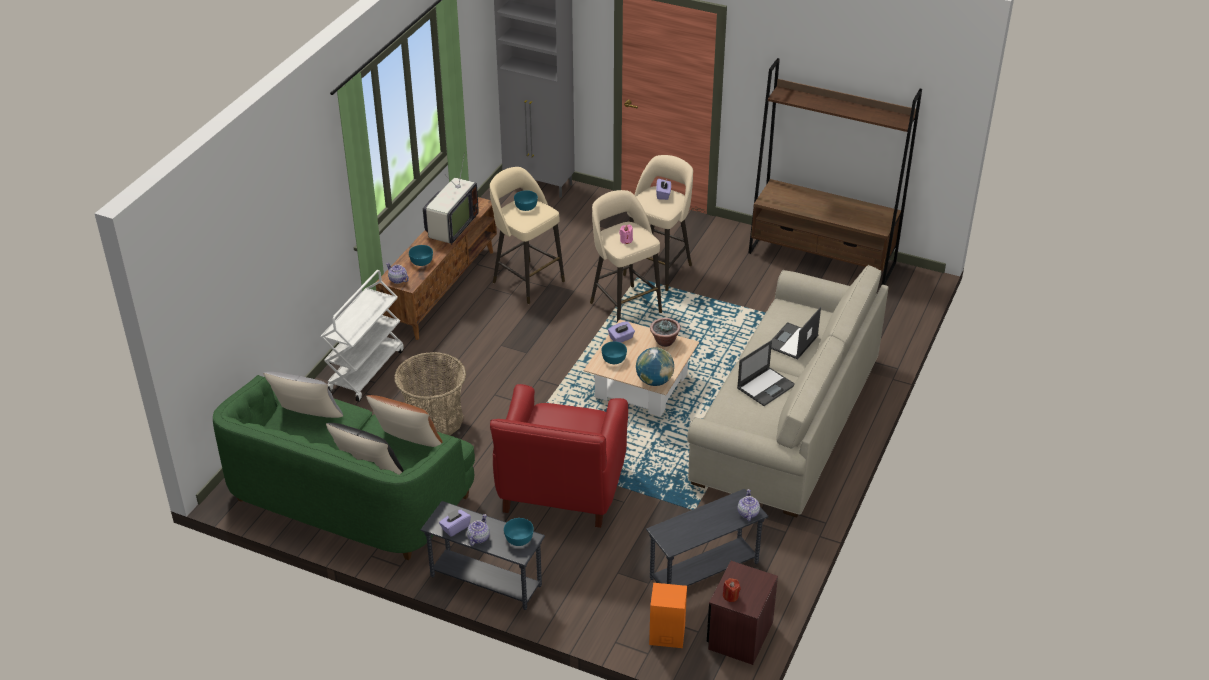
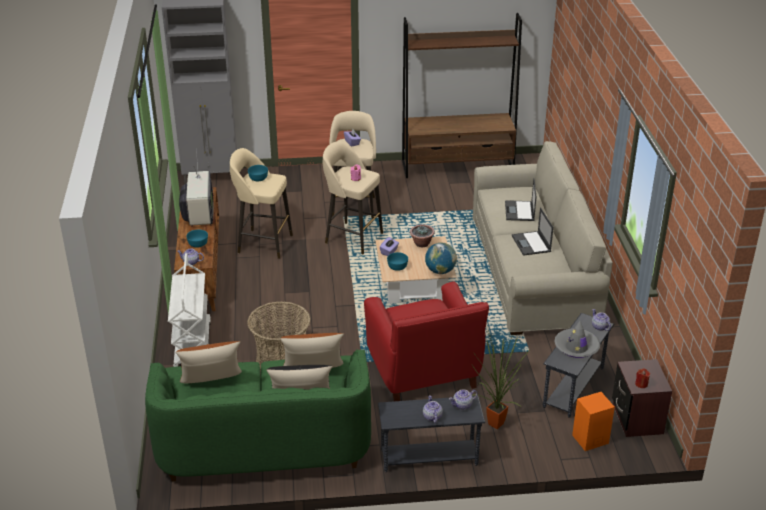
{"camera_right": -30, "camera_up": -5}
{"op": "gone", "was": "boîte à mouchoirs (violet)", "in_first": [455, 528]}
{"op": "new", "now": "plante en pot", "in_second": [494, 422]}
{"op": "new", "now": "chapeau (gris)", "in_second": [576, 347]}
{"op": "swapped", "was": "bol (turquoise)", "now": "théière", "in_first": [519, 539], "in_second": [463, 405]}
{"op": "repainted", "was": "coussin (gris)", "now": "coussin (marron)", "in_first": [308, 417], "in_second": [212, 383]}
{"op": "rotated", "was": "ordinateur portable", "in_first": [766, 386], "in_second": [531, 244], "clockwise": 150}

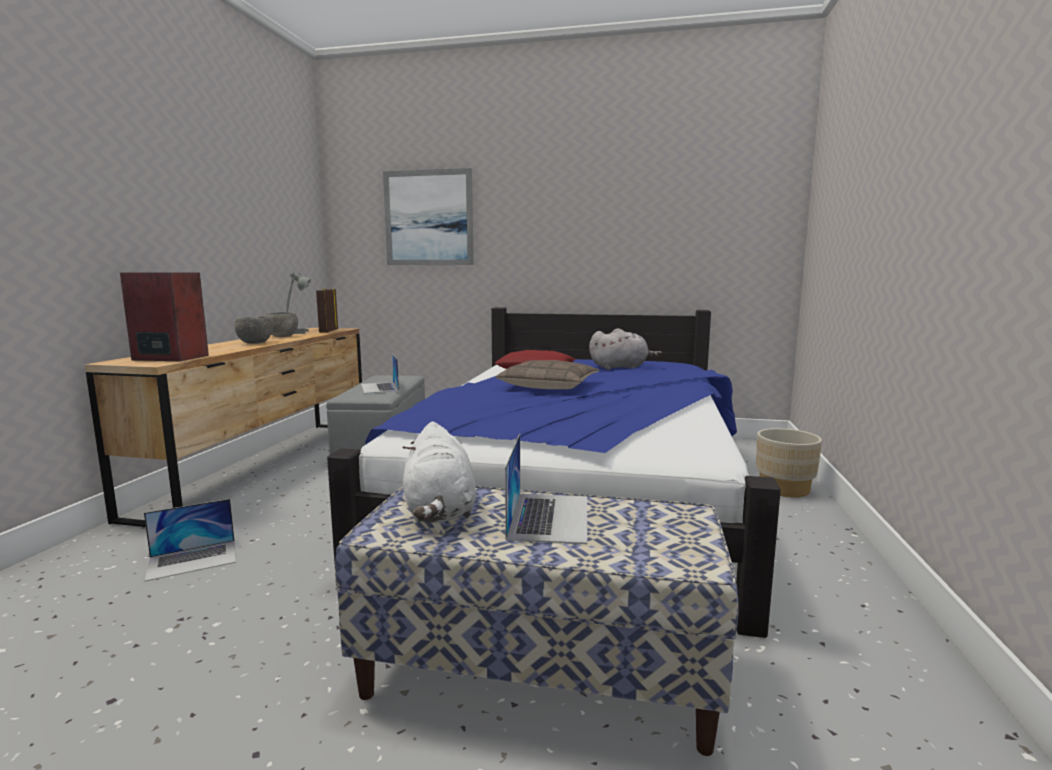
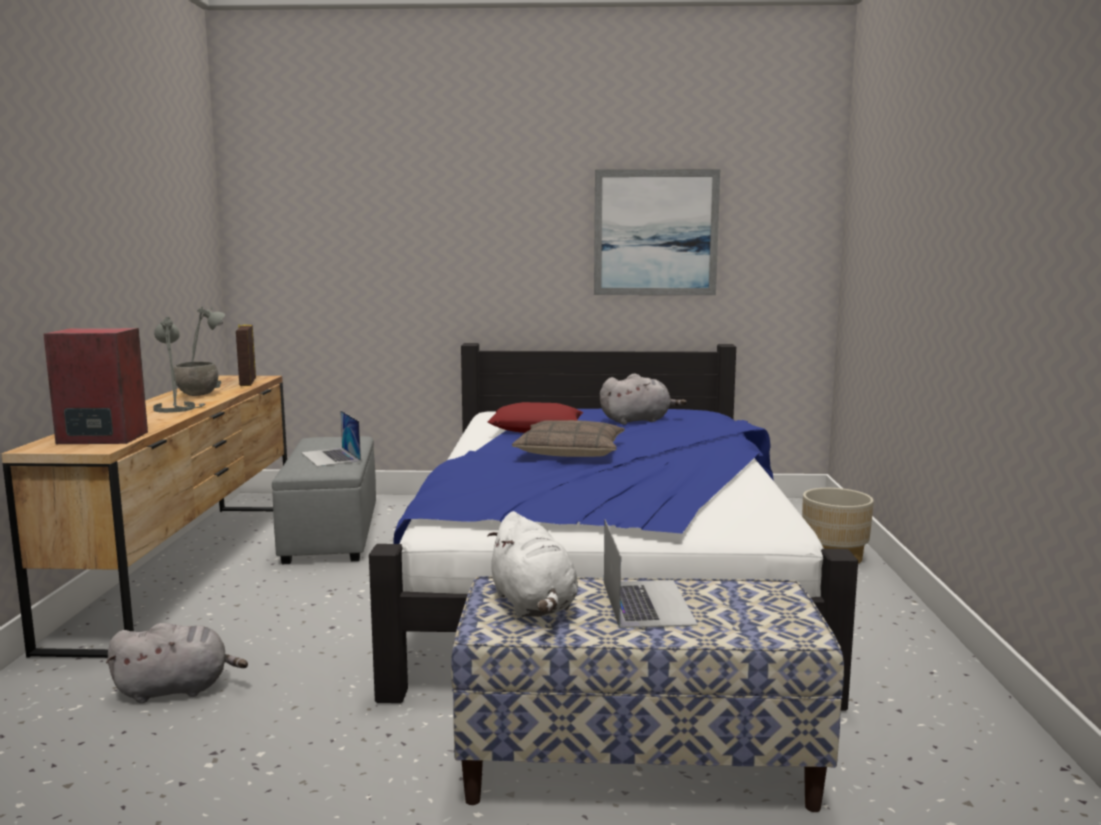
{"camera_right": -10, "camera_up": 0}
{"op": "shifted", "was": "tableau", "in_first": [428, 218], "in_second": [655, 233]}
{"op": "swapped", "was": "ordinateur portable", "now": "peluche (gris)", "in_first": [193, 559], "in_second": [177, 689]}
{"op": "swapped", "was": "bol (gris)", "now": "lampe de table (gris)", "in_first": [255, 343], "in_second": [177, 408]}

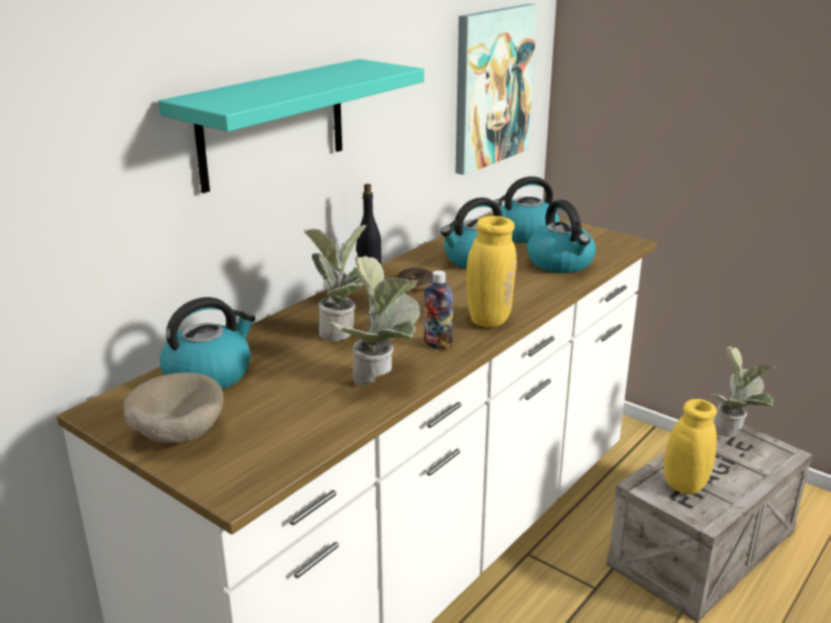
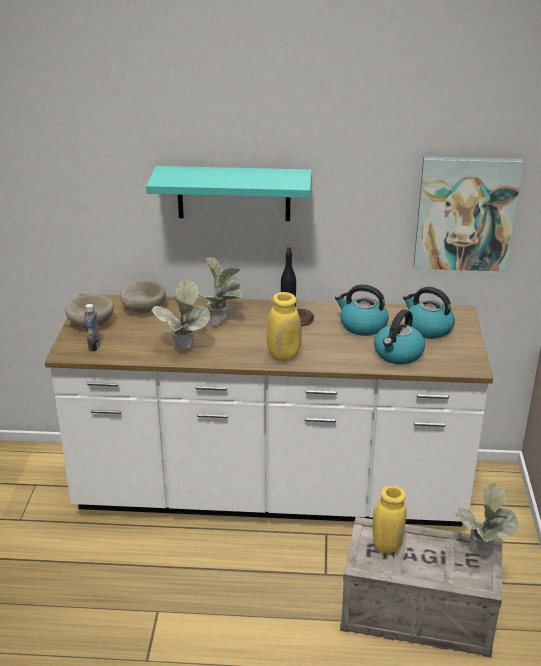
{"camera_right": 55, "camera_up": 5}
{"op": "shifted", "was": "bouteille", "in_first": [438, 344], "in_second": [94, 347]}
{"op": "swapped", "was": "bouilloire", "now": "bol (beige)", "in_first": [209, 374], "in_second": [143, 309]}

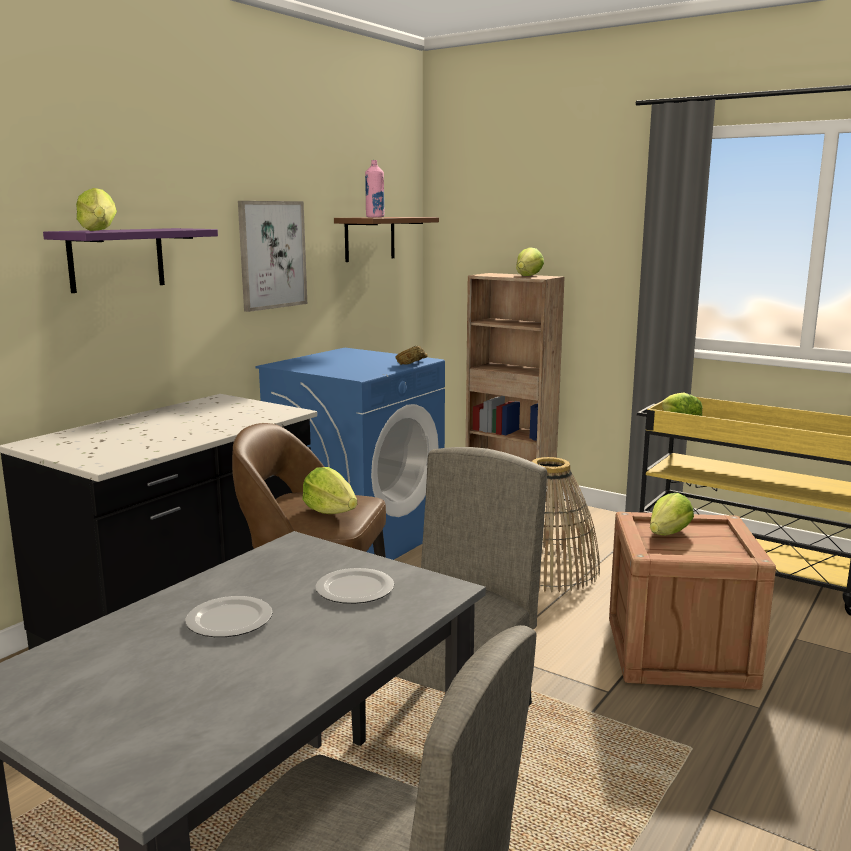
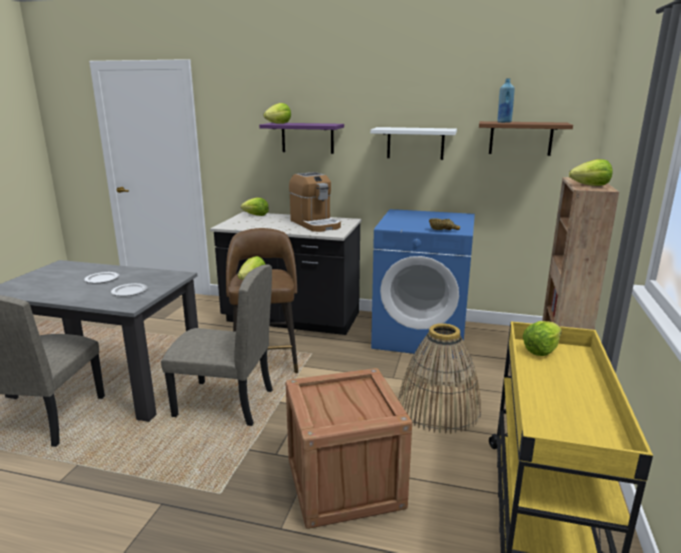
{"camera_right": 70, "camera_up": 5}
{"op": "new", "now": "machine à café", "in_second": [315, 224]}
{"op": "shifted", "was": "laitue", "in_first": [668, 534], "in_second": [256, 215]}
{"op": "swapped", "was": "tableau", "now": "étagère (blanc)", "in_first": [272, 255], "in_second": [415, 143]}
{"op": "repainted", "was": "bouteille (rose)", "now": "bouteille (bleu)", "in_first": [375, 217], "in_second": [504, 122]}

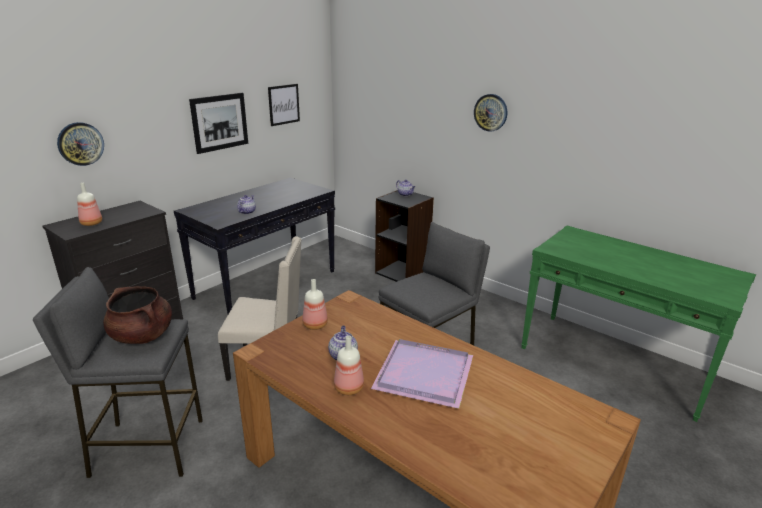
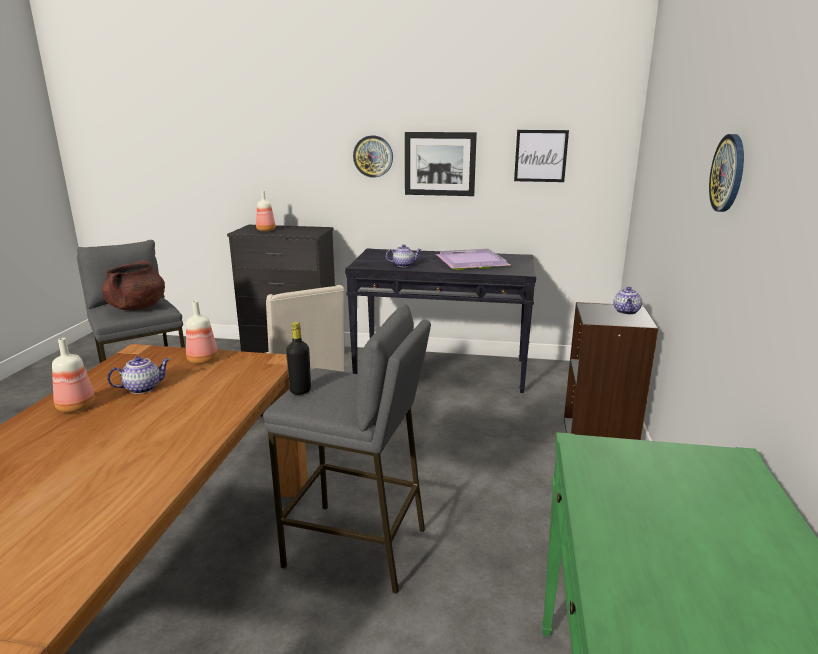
{"camera_right": 60, "camera_up": -5}
{"op": "new", "now": "bouteille (noir)", "in_second": [300, 390]}
{"op": "shifted", "was": "horloge murale", "in_first": [80, 144], "in_second": [373, 156]}
{"op": "shifted", "was": "plateau (violet)", "in_first": [425, 375], "in_second": [471, 262]}

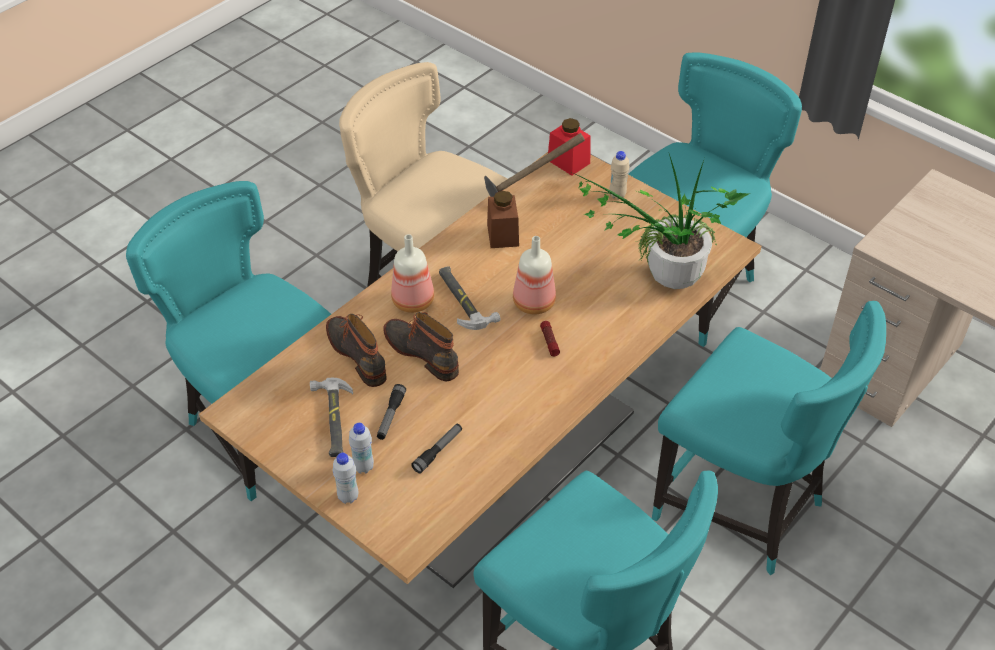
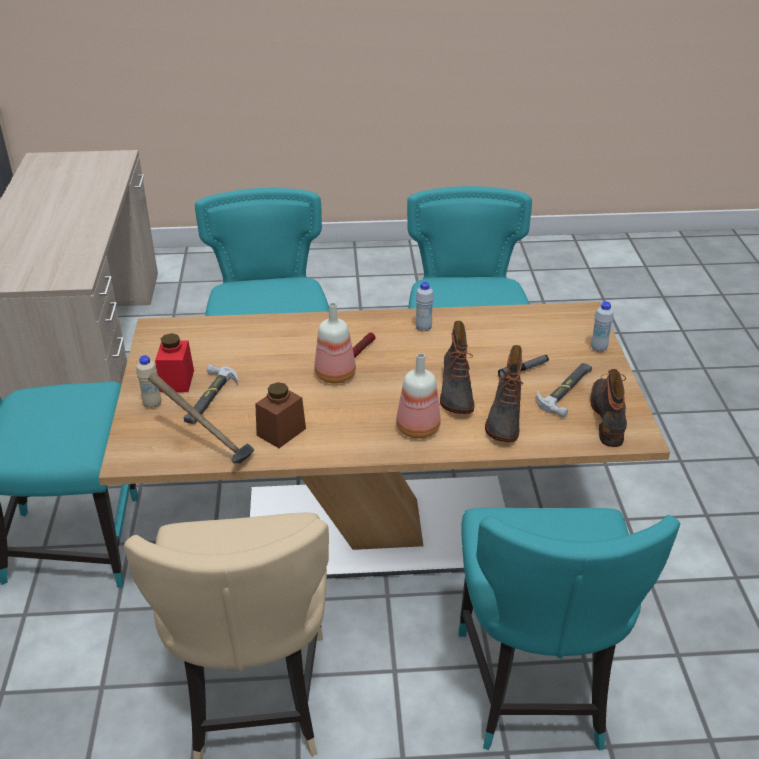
{"camera_right": -135, "camera_up": -10}
{"op": "gone", "was": "lampe de poche", "in_first": [438, 451]}
{"op": "gone", "was": "plante en pot", "in_first": [662, 280]}
{"op": "new", "now": "botte", "in_second": [609, 417]}
{"op": "shifted", "was": "bouteille (blanc)", "in_first": [363, 467], "in_second": [423, 328]}
{"op": "shifted", "was": "marteau", "in_first": [463, 300], "in_second": [208, 398]}
{"op": "shifted", "was": "bocal (rouge)", "in_first": [568, 161], "in_second": [176, 381]}

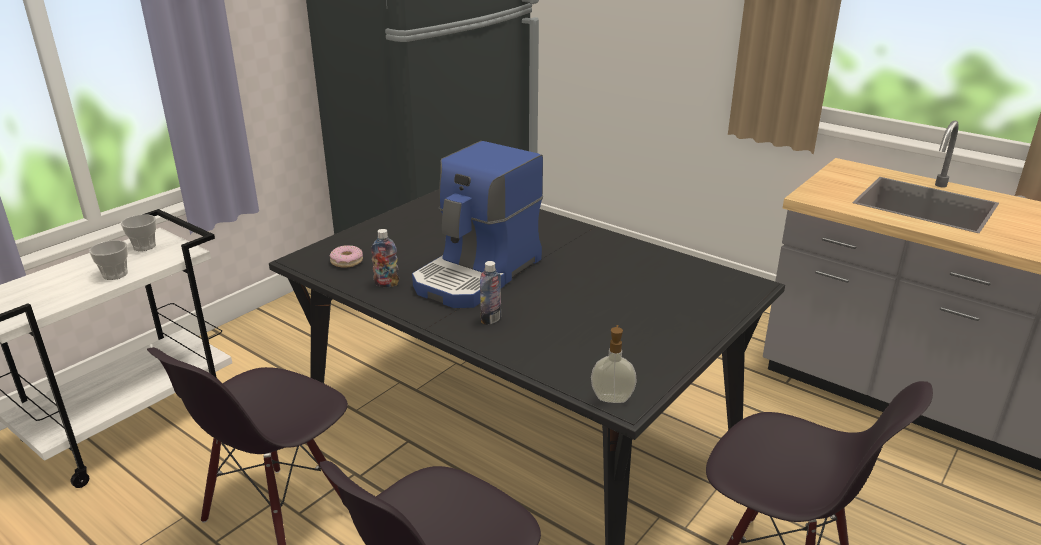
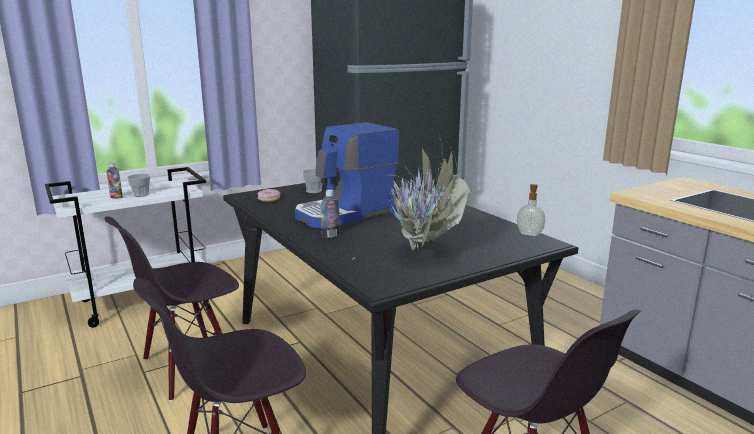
{"camera_right": 20, "camera_up": -10}
{"op": "new", "now": "plante en pot", "in_second": [423, 254]}
{"op": "shifted", "was": "tasse", "in_first": [144, 246], "in_second": [314, 191]}
{"op": "shifted", "was": "bouteille", "in_first": [386, 284], "in_second": [116, 197]}
{"op": "shifted", "was": "distributeur de savon", "in_first": [612, 398], "in_second": [529, 234]}

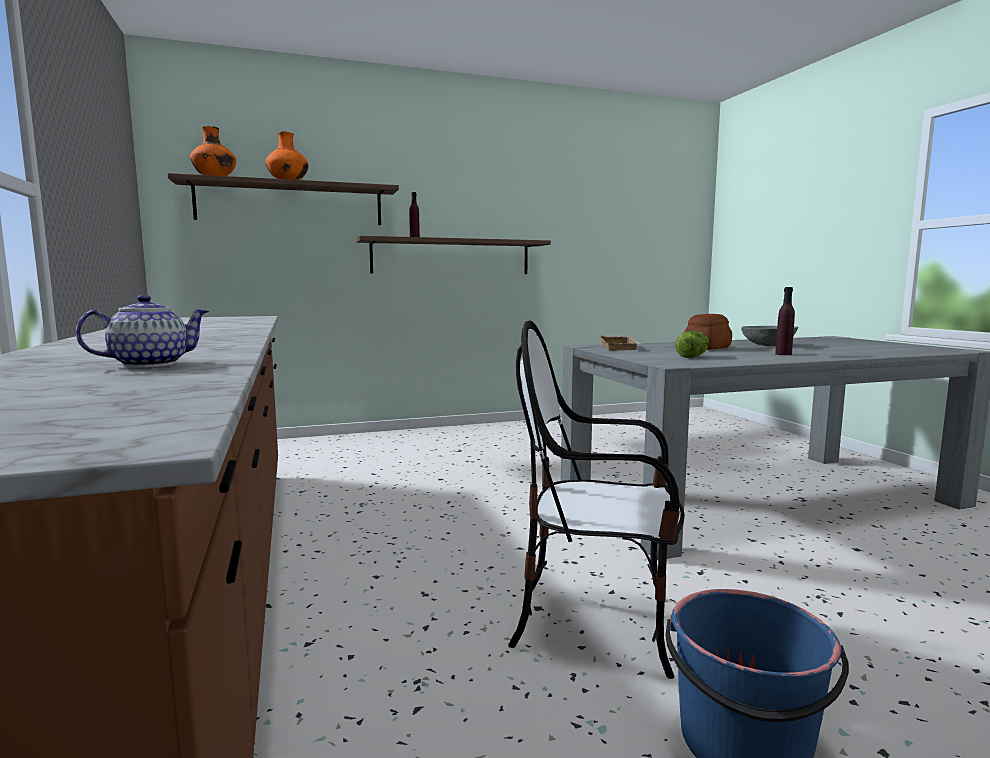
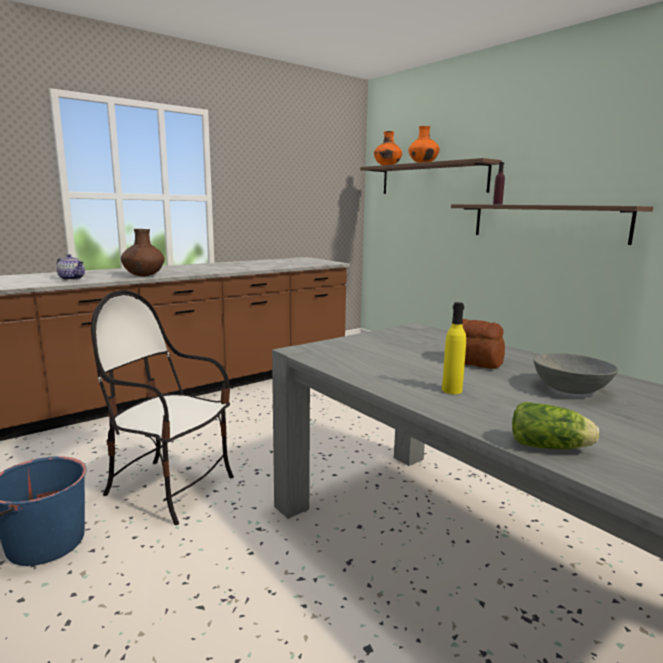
{"camera_right": 70, "camera_up": 5}
{"op": "gone", "was": "plateau (beige)", "in_first": [620, 348]}
{"op": "new", "now": "vase (marron)", "in_second": [143, 276]}
{"op": "shifted", "was": "laitue", "in_first": [693, 356], "in_second": [552, 447]}
{"op": "repainted", "was": "bouteille (violet)", "now": "bouteille (jaune)", "in_first": [783, 354], "in_second": [452, 390]}
{"op": "rotated", "was": "chaise", "in_first": [596, 624], "in_second": [170, 488], "clockwise": -60}

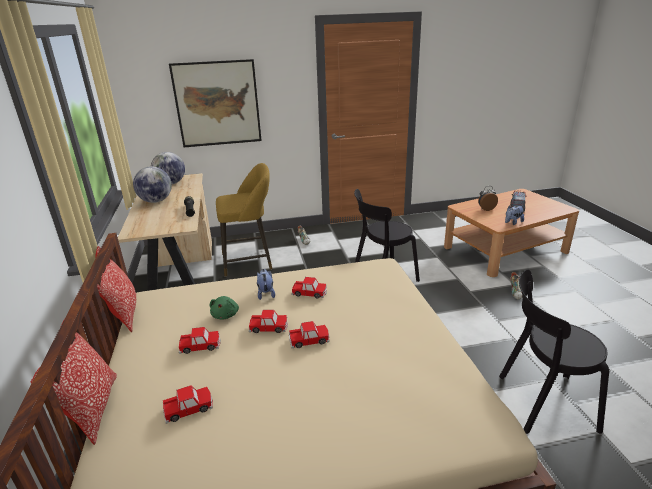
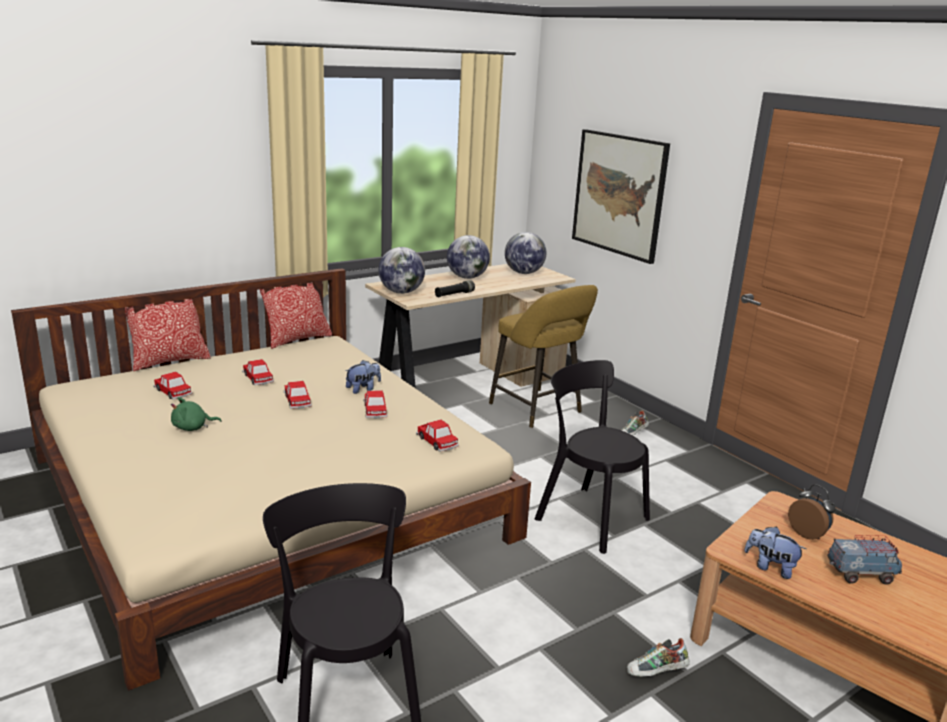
{"camera_right": 65, "camera_up": -5}
{"op": "new", "now": "globe", "in_second": [401, 292]}
{"op": "shifted", "was": "peluche (vert)", "in_first": [225, 315], "in_second": [192, 428]}
{"op": "shifted", "was": "petite voiture", "in_first": [309, 340], "in_second": [437, 442]}

